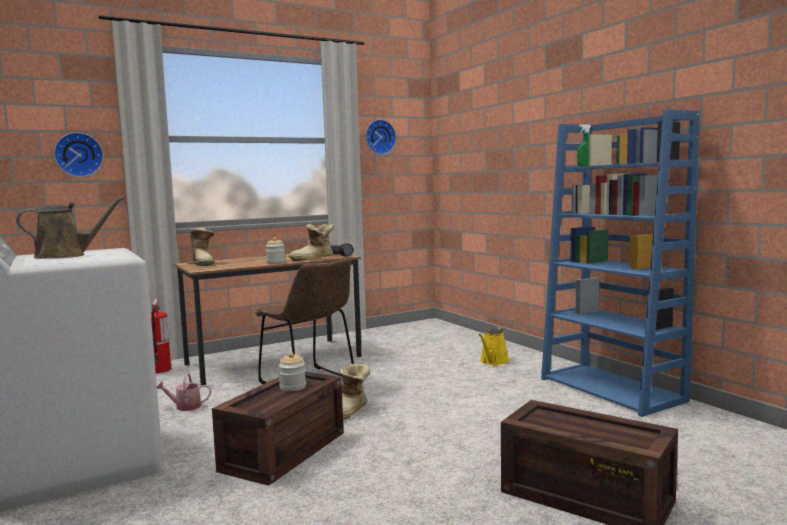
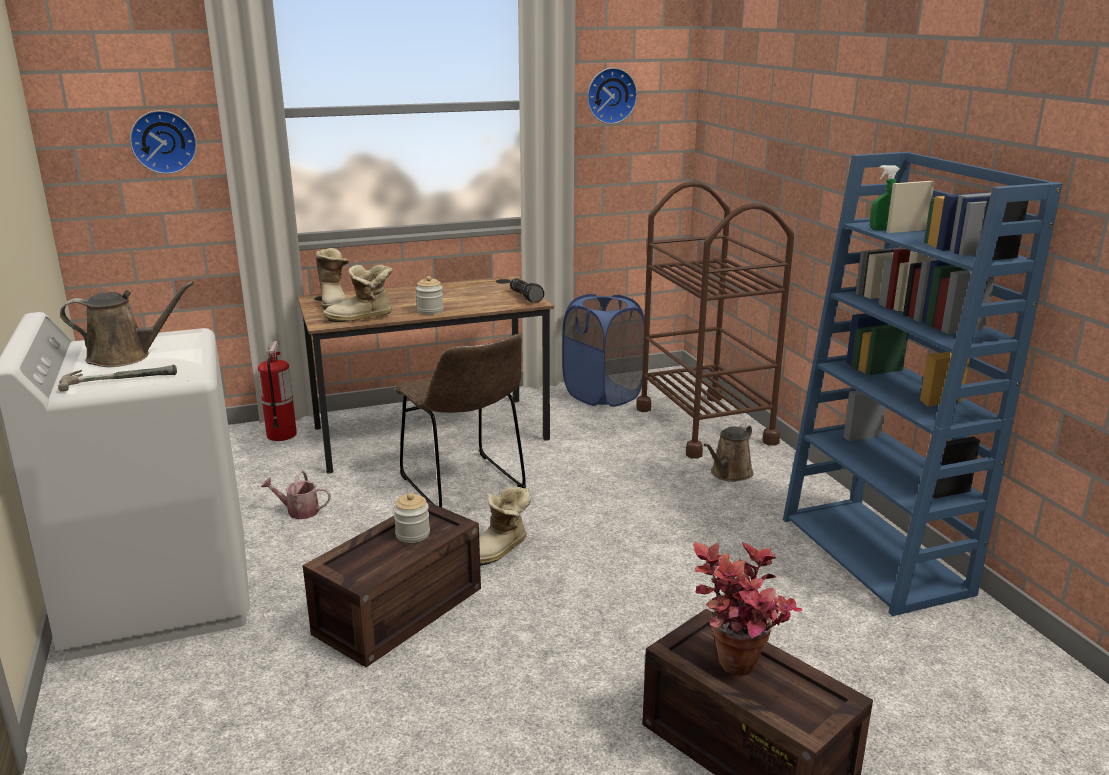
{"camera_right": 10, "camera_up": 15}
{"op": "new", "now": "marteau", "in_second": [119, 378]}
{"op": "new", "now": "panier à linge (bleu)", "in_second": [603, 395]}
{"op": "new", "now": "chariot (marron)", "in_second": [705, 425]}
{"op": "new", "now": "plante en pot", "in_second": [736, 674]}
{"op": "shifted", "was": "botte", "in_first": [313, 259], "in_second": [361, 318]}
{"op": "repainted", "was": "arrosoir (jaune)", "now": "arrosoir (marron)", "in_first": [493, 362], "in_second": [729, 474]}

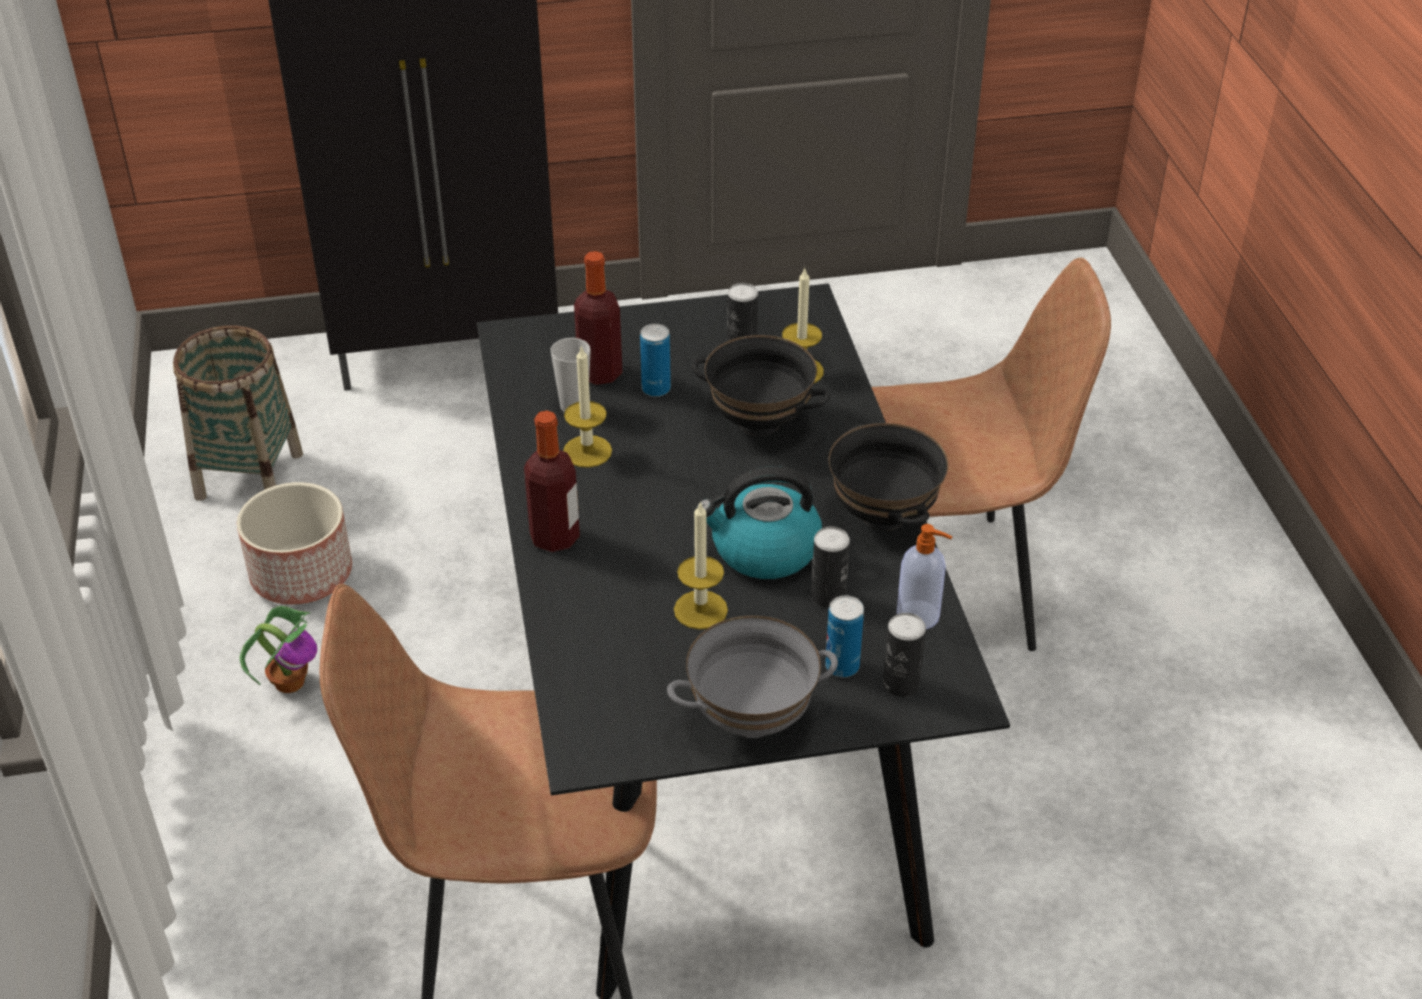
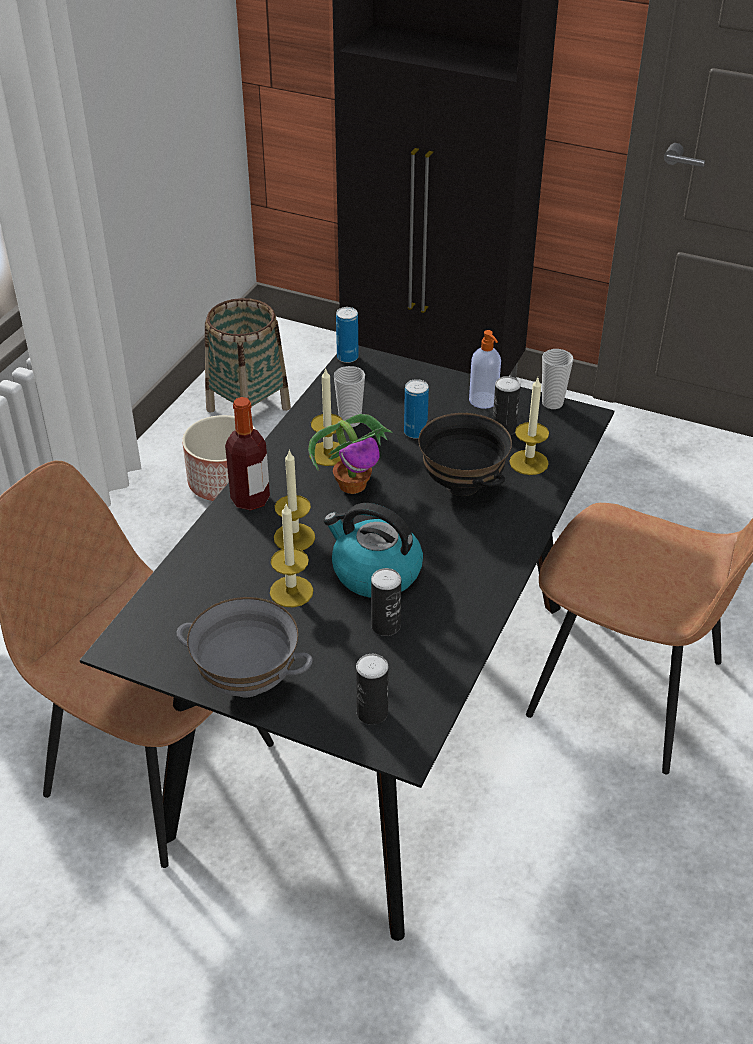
{"camera_right": 35, "camera_up": 0}
{"op": "gone", "was": "bouteille", "in_first": [600, 373]}
{"op": "gone", "was": "bol (noir)", "in_first": [884, 516]}
{"op": "new", "now": "bougie", "in_second": [294, 537]}
{"op": "new", "now": "tasse", "in_second": [552, 403]}
{"op": "shifted", "was": "plante en pot", "in_first": [289, 681], "in_second": [353, 484]}
{"op": "shifted", "was": "boîte métallique", "in_first": [842, 666], "in_second": [347, 357]}
{"op": "shifted", "was": "distributeur de savon", "in_first": [919, 616], "in_second": [484, 401]}

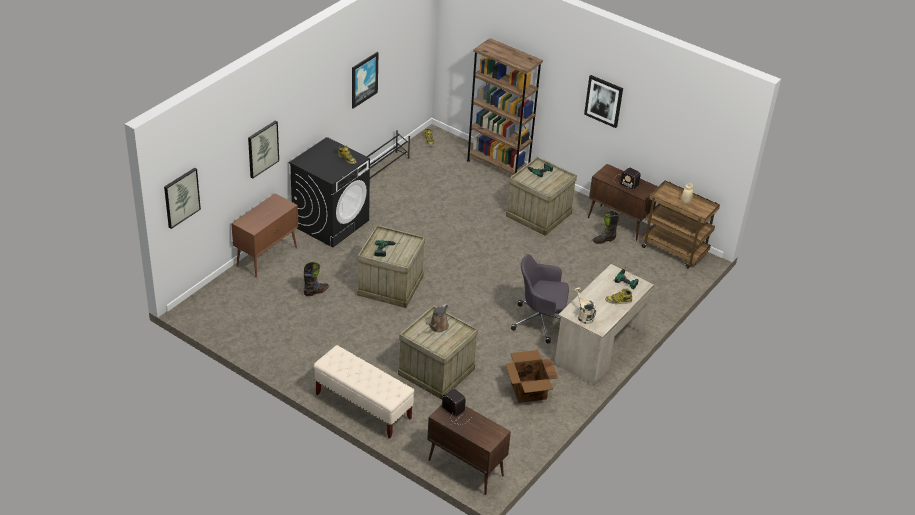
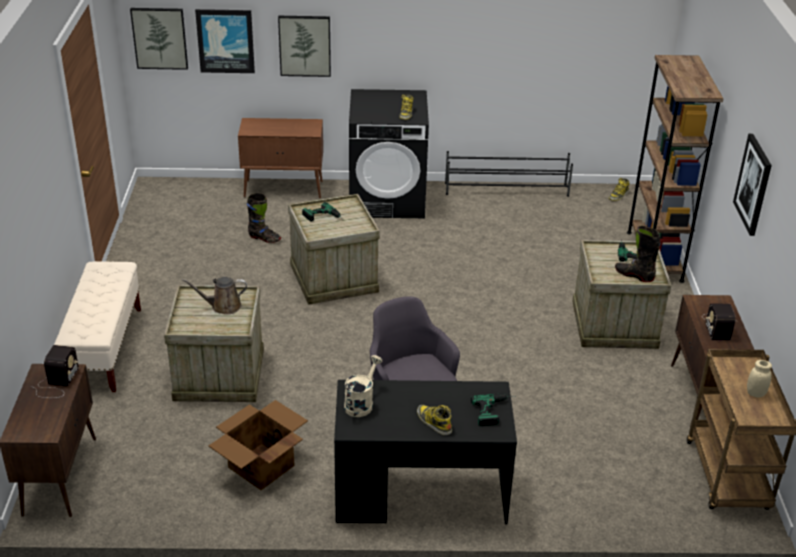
{"camera_right": 55, "camera_up": -5}
{"op": "shifted", "was": "tableau", "in_first": [364, 79], "in_second": [225, 41]}
{"op": "shifted", "was": "botte (noir)", "in_first": [603, 240], "in_second": [634, 275]}
{"op": "repainted", "was": "bureau (beige)", "now": "bureau (noir)", "in_first": [599, 348], "in_second": [420, 494]}

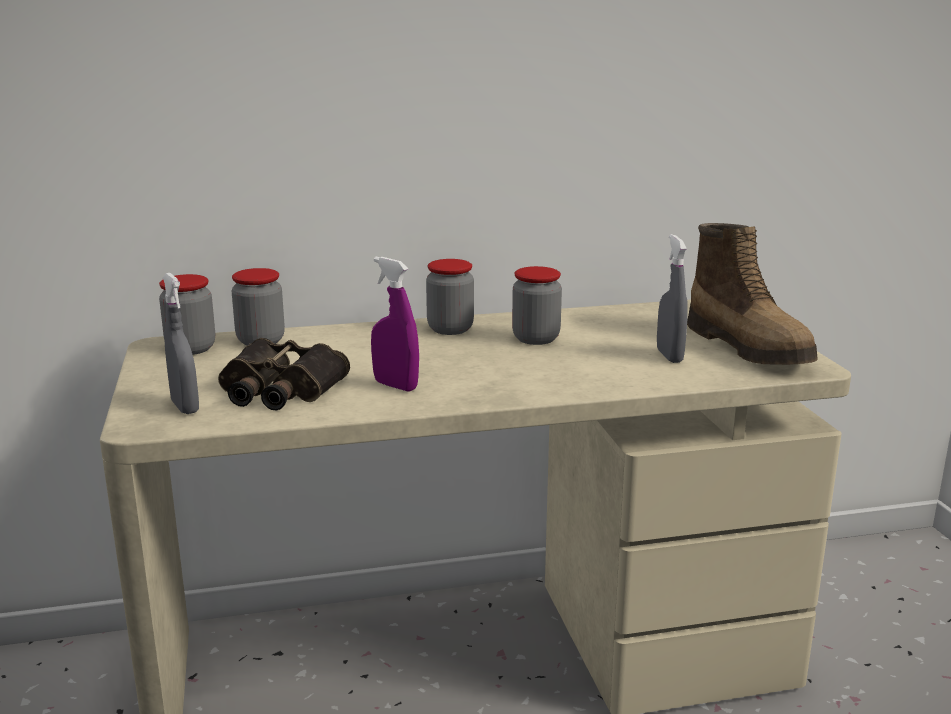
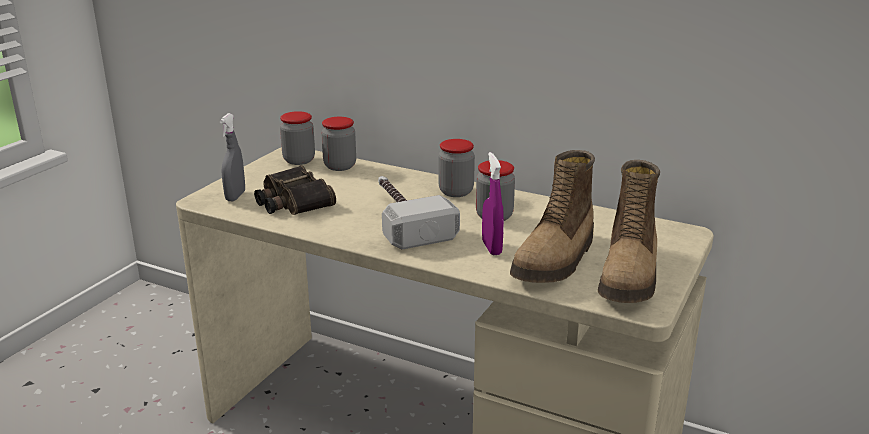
{"camera_right": 40, "camera_up": 5}
{"op": "new", "now": "marteau", "in_second": [404, 218]}
{"op": "shifted", "was": "vaporisateur (violet)", "in_first": [395, 386], "in_second": [491, 248]}
{"op": "swapped", "was": "vaporisateur (gris)", "now": "botte", "in_first": [669, 356], "in_second": [556, 260]}

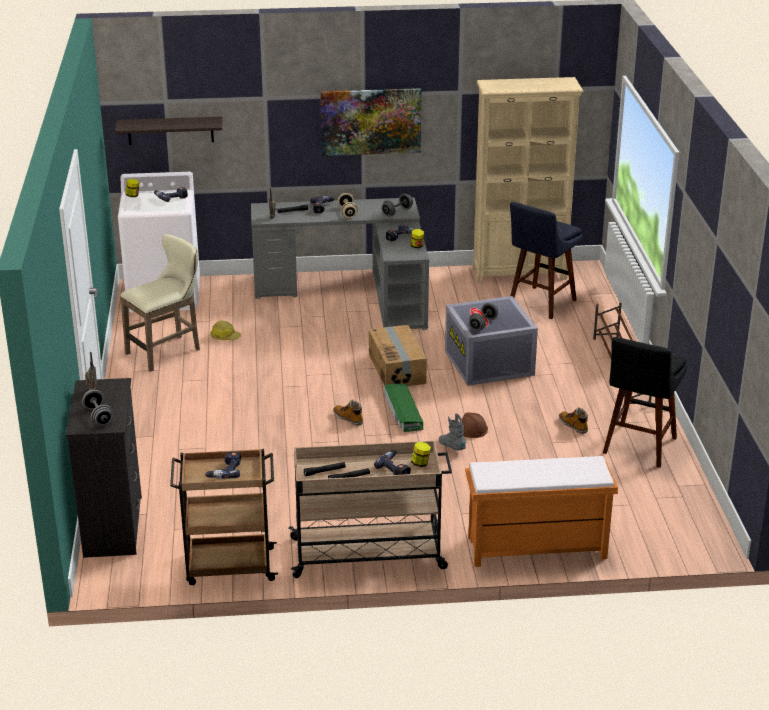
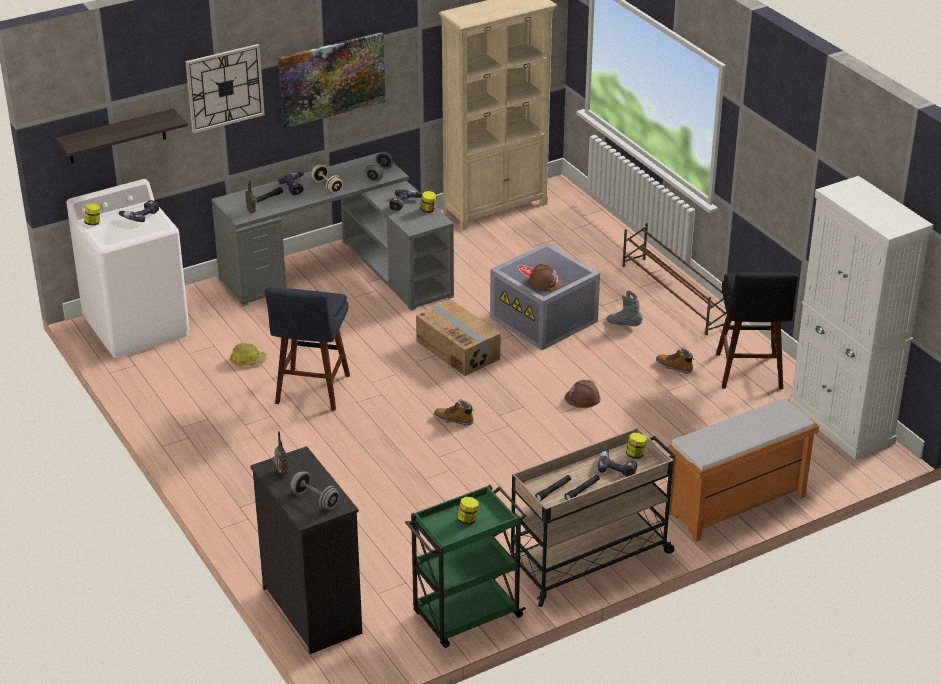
{"camera_right": -25, "camera_up": 5}
{"op": "gone", "was": "tabouret (beige)", "in_first": [168, 351]}
{"op": "gone", "was": "boîte de rangement (vert)", "in_first": [403, 412]}
{"op": "new", "now": "horloge murale", "in_second": [225, 88]}
{"op": "new", "now": "meuble de rangement (blanc)", "in_second": [841, 424]}
{"op": "shifted", "was": "botte (gris)", "in_first": [452, 447], "in_second": [624, 324]}
{"op": "shifted", "was": "tabouret (bleu)", "in_first": [540, 304], "in_second": [311, 392]}
{"op": "swapped", "was": "perceuse", "now": "bocal", "in_first": [225, 471], "in_second": [468, 520]}
{"op": "swapped", "was": "haltère (gris)", "now": "casque de chantier (marron)", "in_first": [483, 324], "in_second": [545, 282]}
{"op": "repainted", "was": "chariot (marron)", "now": "chariot (vert)", "in_first": [228, 566], "in_second": [466, 616]}

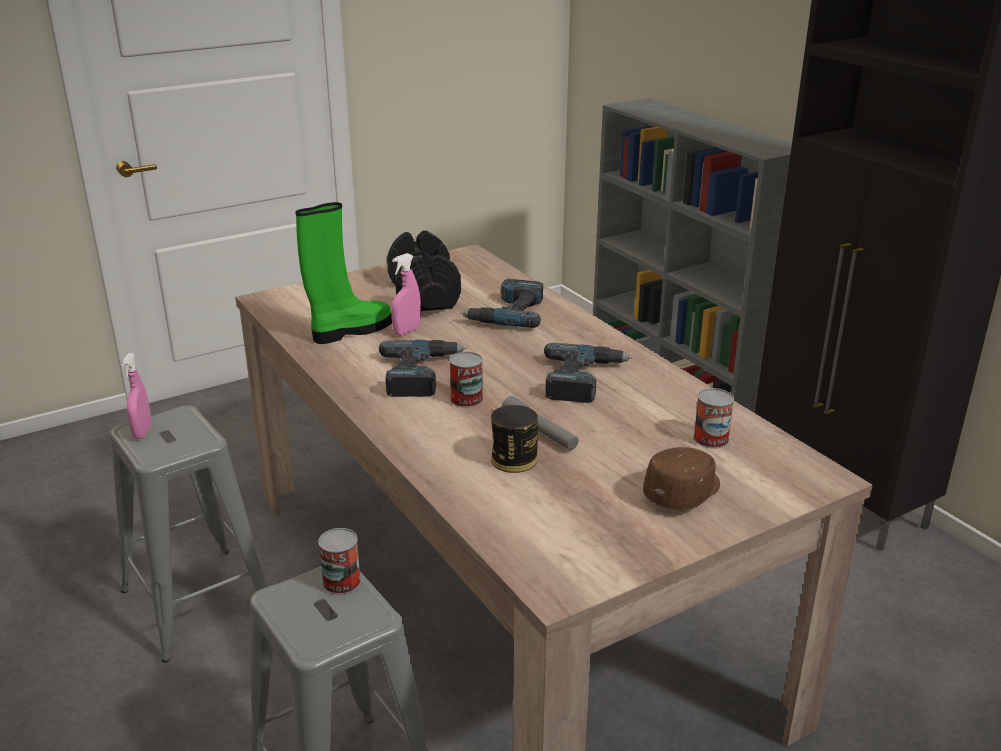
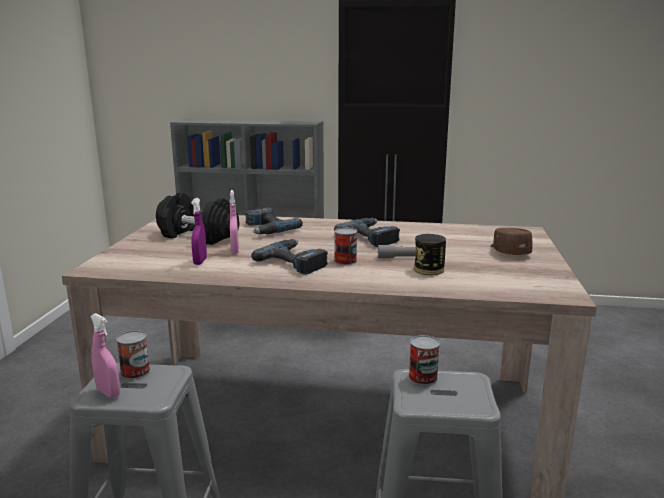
{"camera_right": -50, "camera_up": -10}
{"op": "shifted", "was": "boîte métallique", "in_first": [711, 439], "in_second": [135, 372]}
{"op": "swapped", "was": "botte (vert)", "now": "vaporisateur (violet)", "in_first": [350, 331], "in_second": [200, 262]}

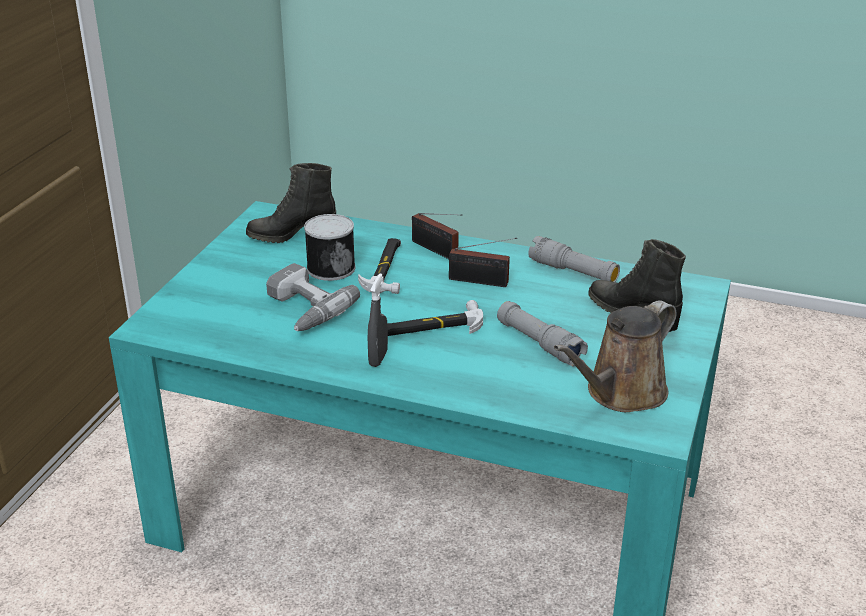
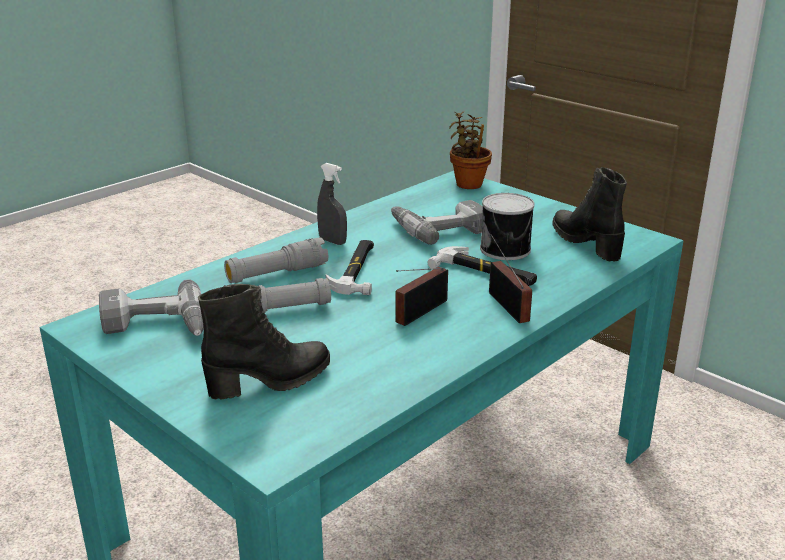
{"camera_right": 115, "camera_up": -5}
{"op": "new", "now": "plante en pot", "in_second": [468, 183]}
{"op": "shifted", "was": "lampe de poche (gris)", "in_first": [573, 272], "in_second": [277, 274]}
{"op": "swapped", "was": "arrosoir (marron)", "now": "perceuse", "in_first": [621, 393], "in_second": [155, 326]}
{"op": "rotated", "was": "botte (noir)", "in_first": [292, 236], "in_second": [586, 243], "clockwise": -45}
{"op": "rotated", "was": "radio", "in_first": [436, 250], "in_second": [507, 305], "clockwise": 90}

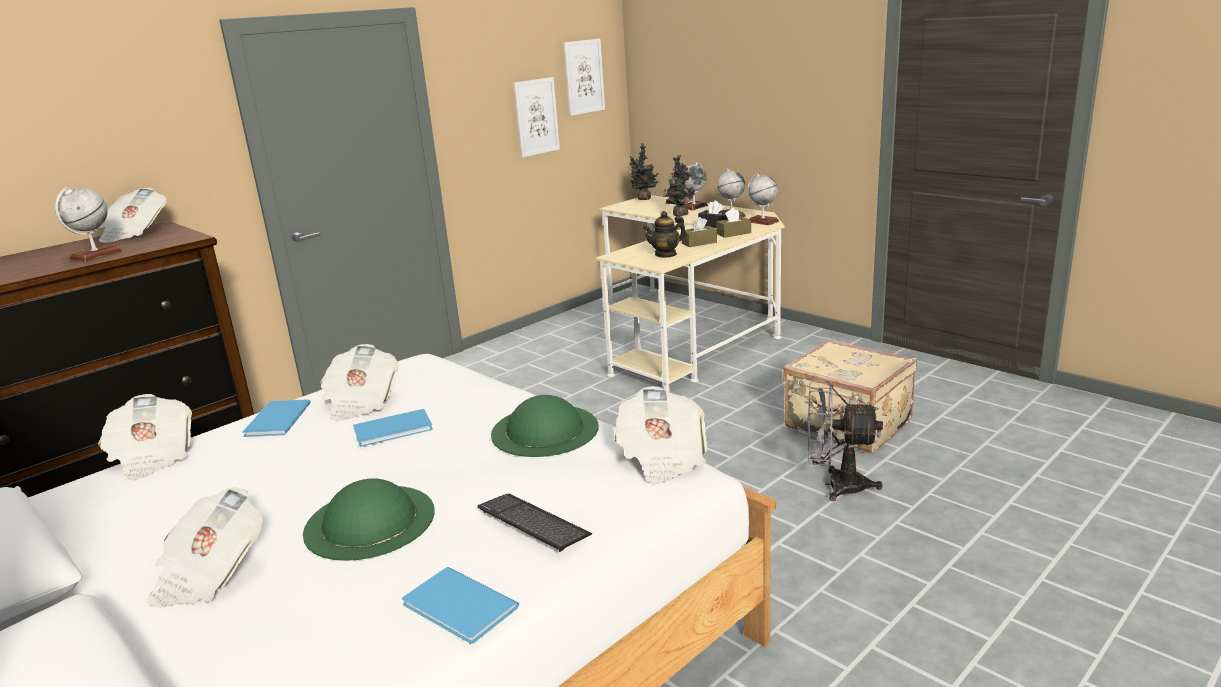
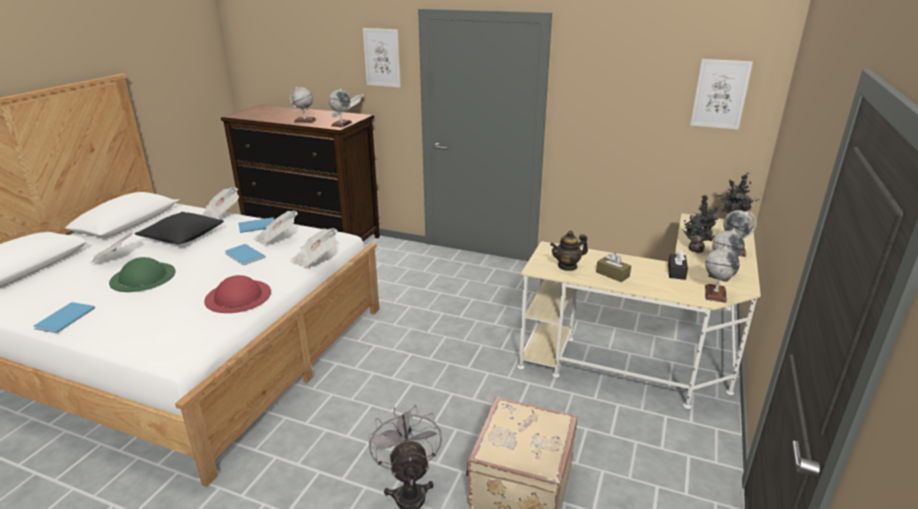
{"camera_right": 65, "camera_up": 5}
{"op": "gone", "was": "clavier", "in_first": [533, 523]}
{"op": "gone", "was": "boîte à mouchoirs (marron)", "in_first": [733, 233]}
{"op": "new", "now": "coussin (noir)", "in_second": [183, 237]}
{"op": "new", "now": "globe", "in_second": [341, 124]}
{"op": "shifted", "was": "tableau", "in_first": [536, 117], "in_second": [382, 57]}
{"op": "shifted", "was": "journal", "in_first": [662, 457], "in_second": [315, 259]}
{"op": "repainted", "was": "chapeau (vert)", "now": "chapeau (rouge)", "in_first": [545, 430], "in_second": [238, 296]}
{"op": "rotated", "was": "théière", "in_first": [666, 254], "in_second": [567, 266], "clockwise": -60}

